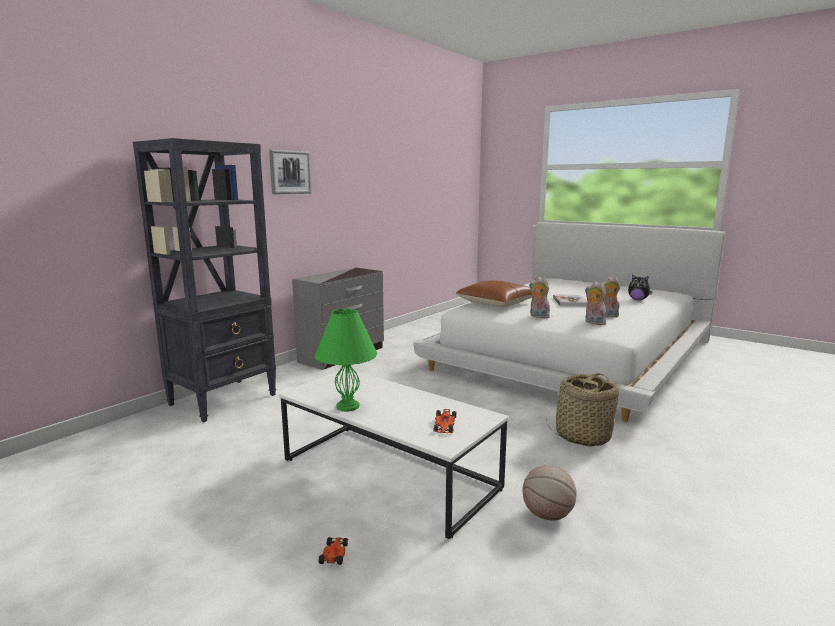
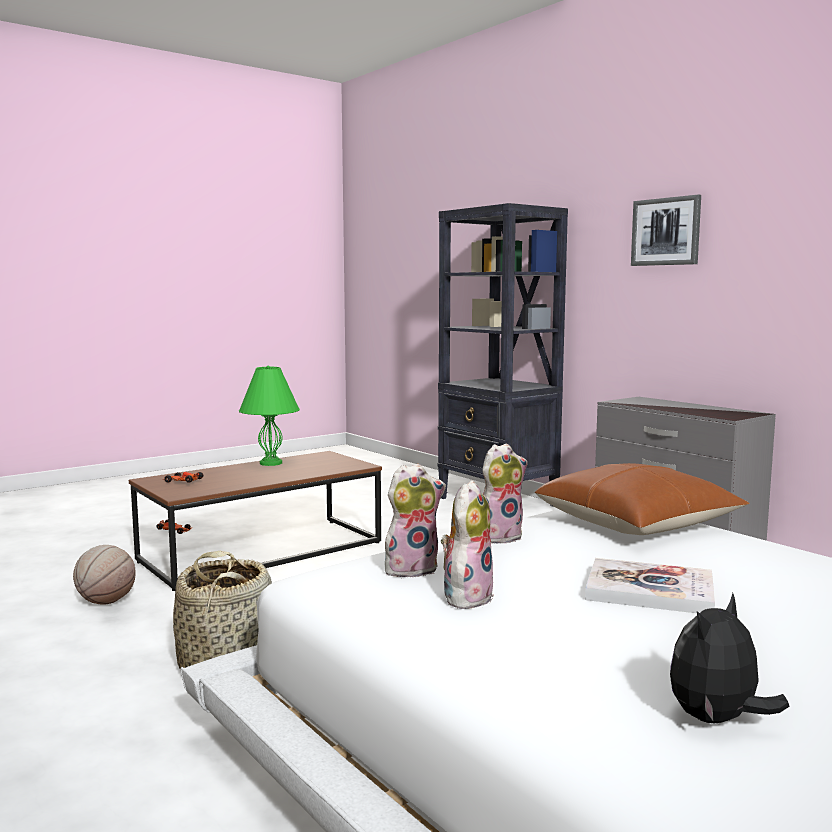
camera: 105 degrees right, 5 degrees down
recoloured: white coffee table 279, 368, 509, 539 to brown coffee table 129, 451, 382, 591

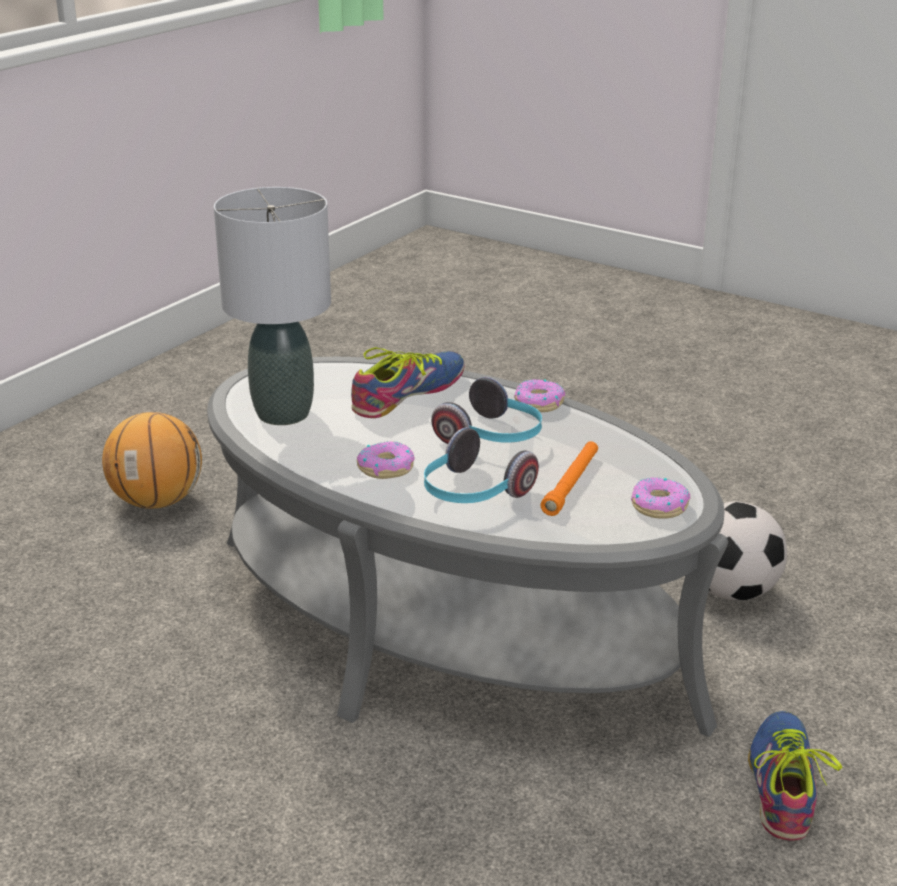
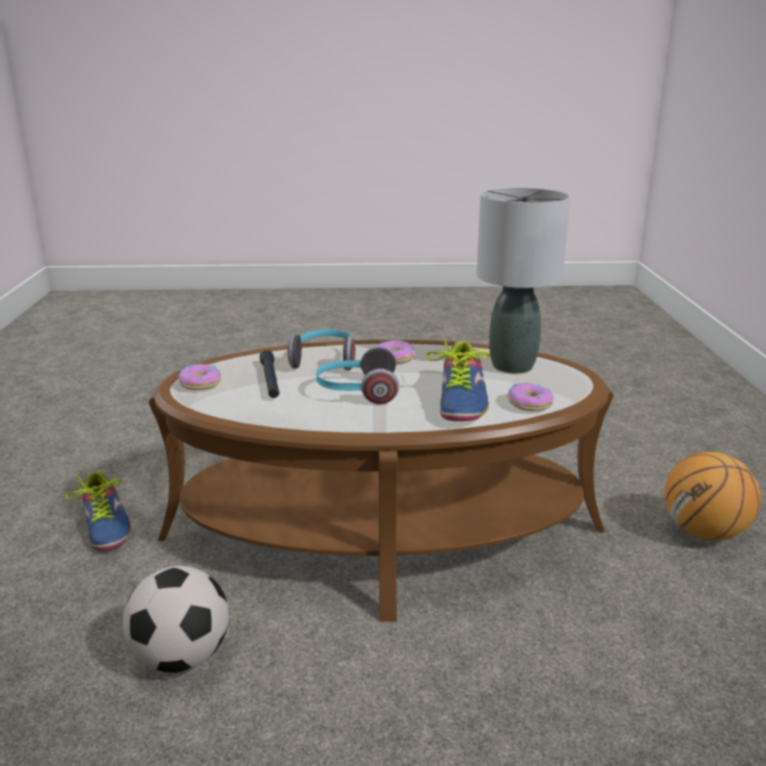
camera: 145 degrees right, 5 degrees down
moved: donut 514, 379, 565, 412 to 507, 383, 554, 411
recoloured: grey coffee table 207, 357, 728, 737 to brown coffee table 149, 340, 613, 622; orange flashlight 541, 441, 598, 516 to black flashlight 260, 350, 279, 398

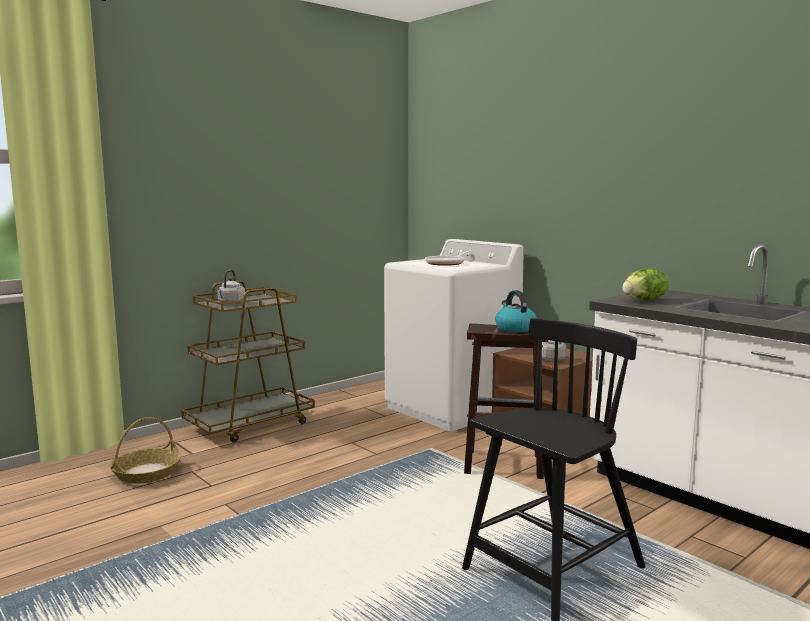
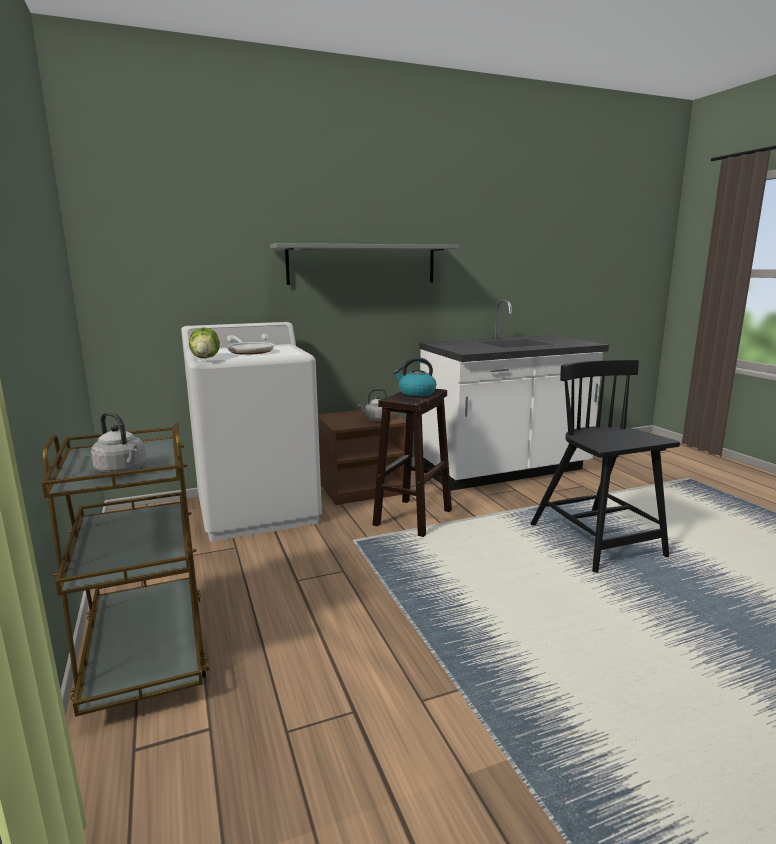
camera: 70 degrees left, 5 degrees up
removed: basket 109, 417, 181, 484
added: grey shelf 270, 243, 459, 285
moved: lettuce 622, 268, 669, 300 to 189, 327, 220, 358

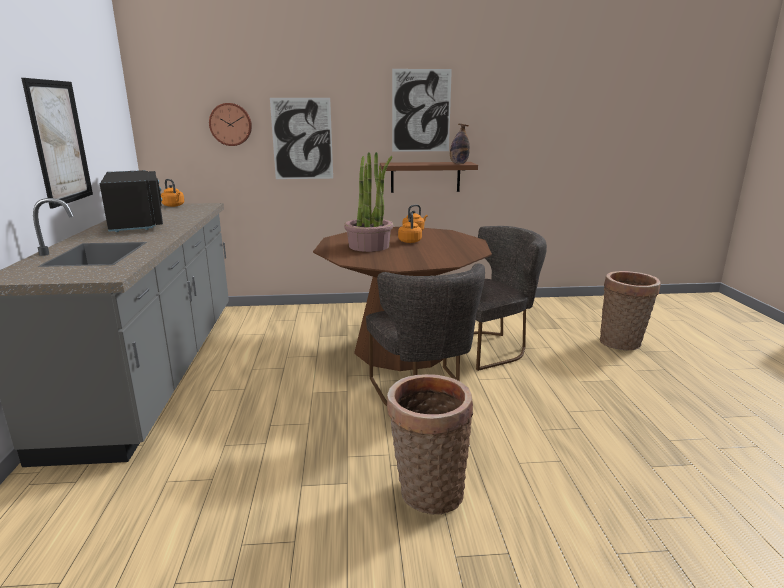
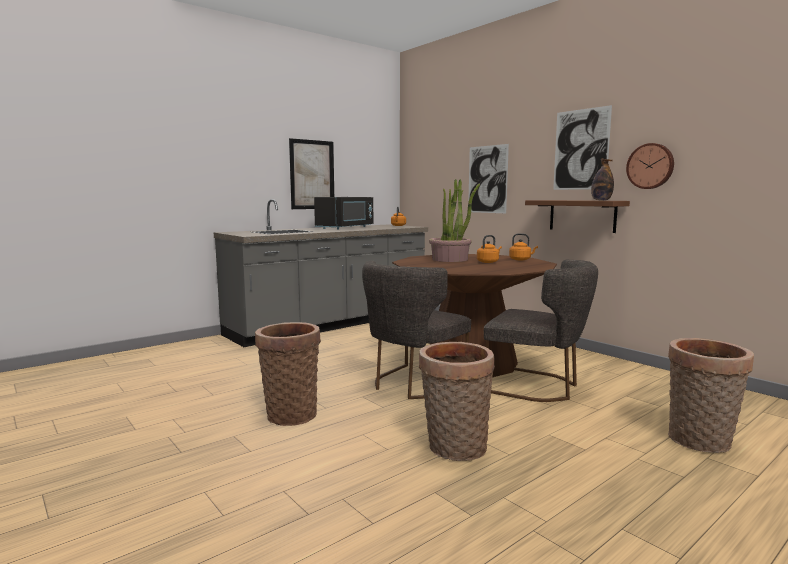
camera: 55 degrees right, 10 degrees down
added: basket 419, 342, 495, 461
moved: wall clock 209, 103, 252, 146 to 626, 143, 674, 189

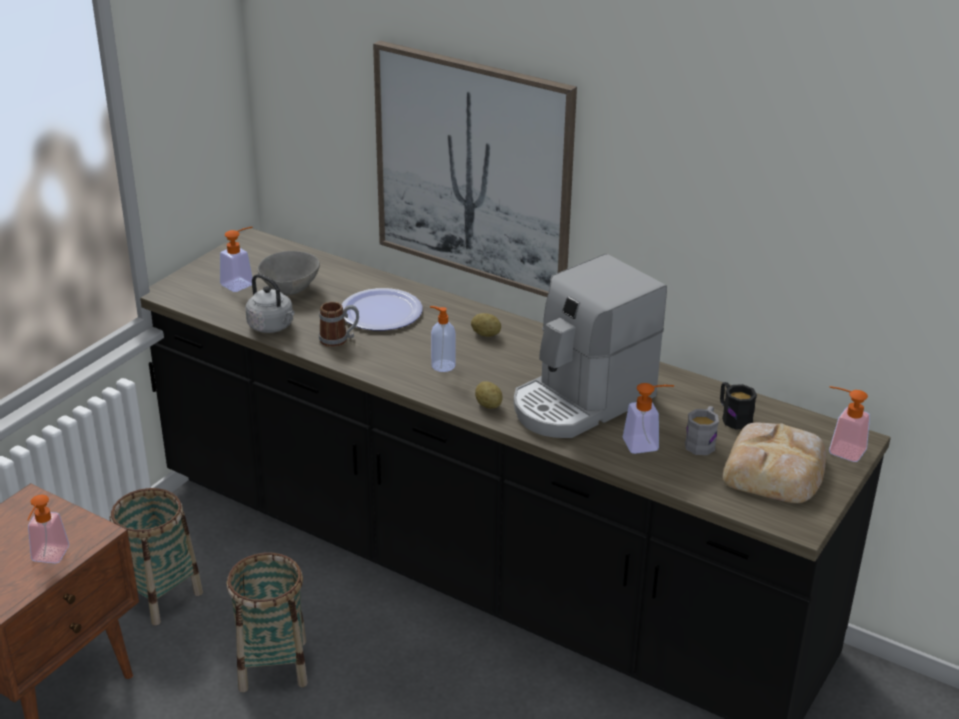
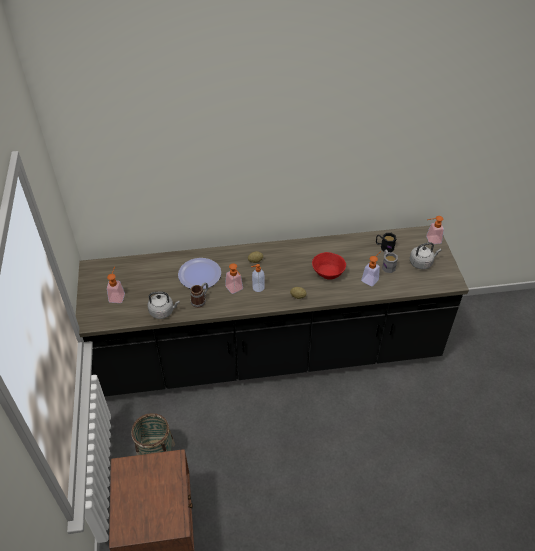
camera: 40 degrees left, 15 degrees up
removed: basket 227, 553, 308, 692; grey bowl 257, 251, 320, 295; picture 373, 41, 577, 297
moved: soap dispenser 27, 495, 69, 563 to 225, 263, 243, 294
replaced: coffee machine 514, 254, 667, 438 to red bowl 312, 252, 346, 280; bread 722, 423, 826, 503 to grey kettle 410, 242, 441, 269

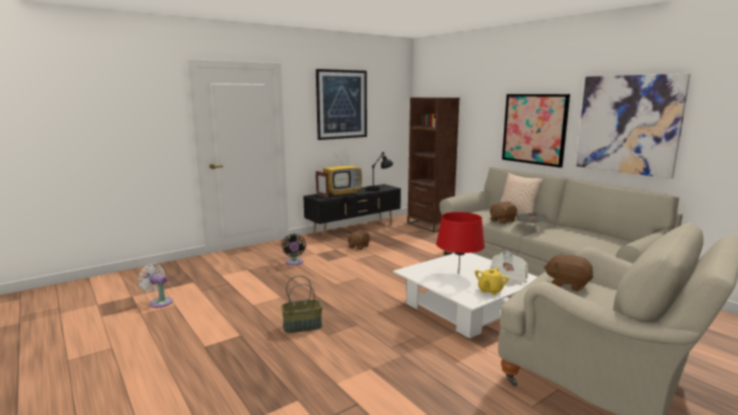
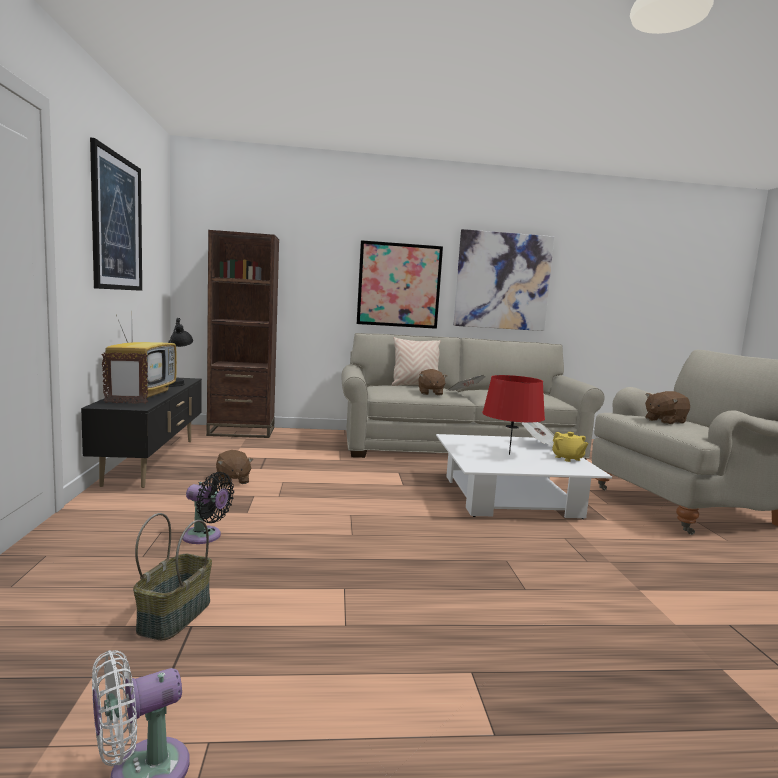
camera: 60 degrees left, 5 degrees down
moved: basket 281, 275, 322, 333 to 133, 513, 212, 640

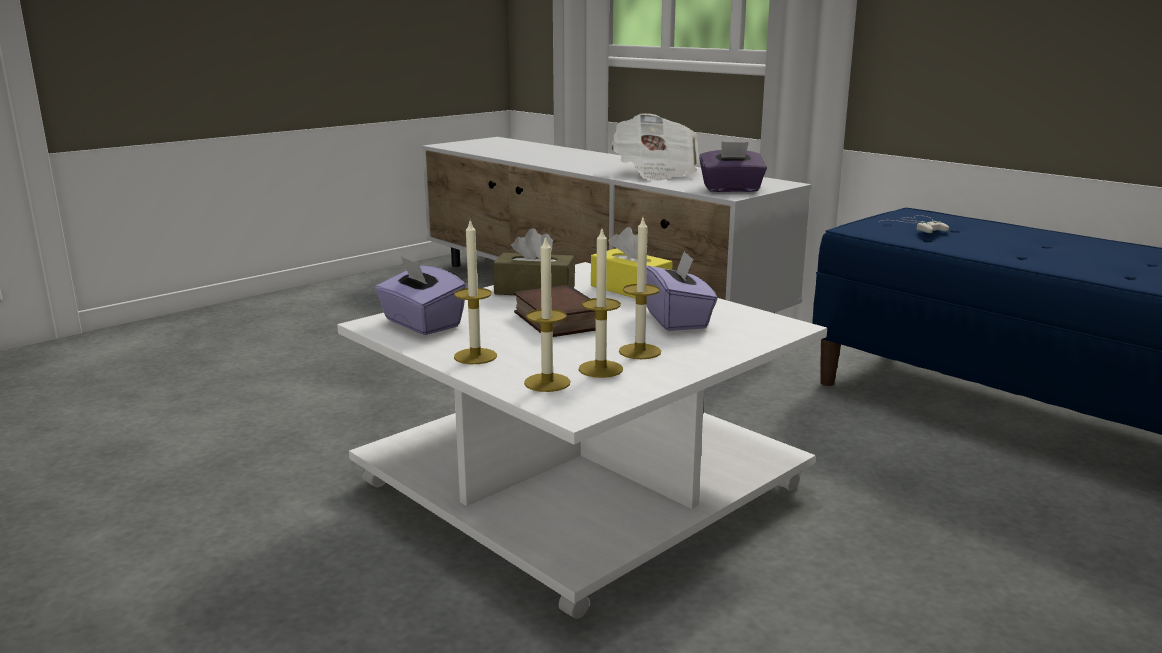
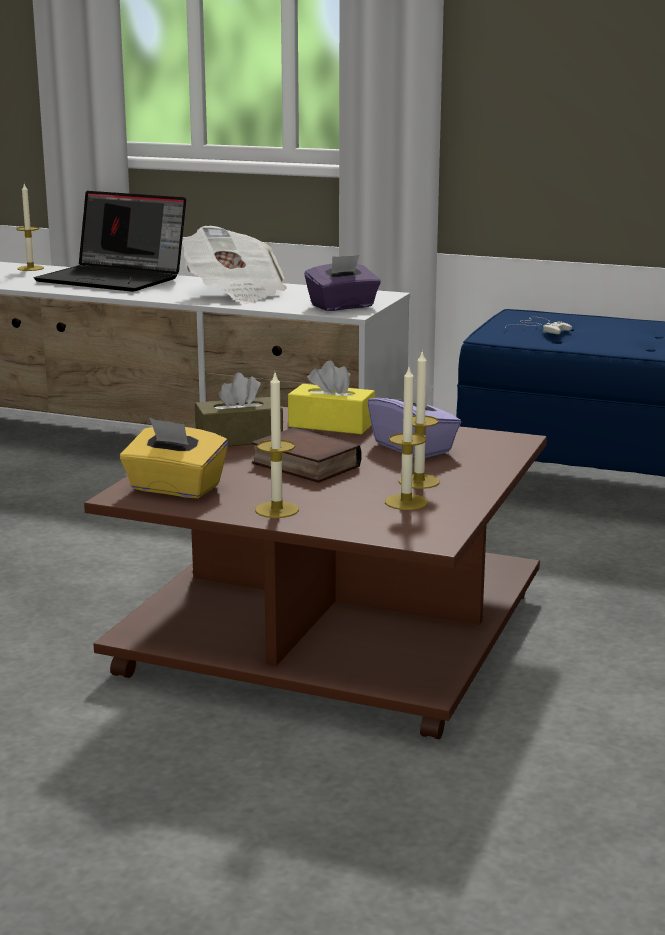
camera: 25 degrees left, 0 degrees up
added: laptop 34, 191, 186, 292
moved: candle 524, 235, 571, 392 to 16, 184, 44, 271
recoloured: white coffee table 337, 262, 827, 619 to brown coffee table 84, 407, 547, 739; purple tissue box 375, 256, 467, 335 to yellow tissue box 120, 418, 228, 498

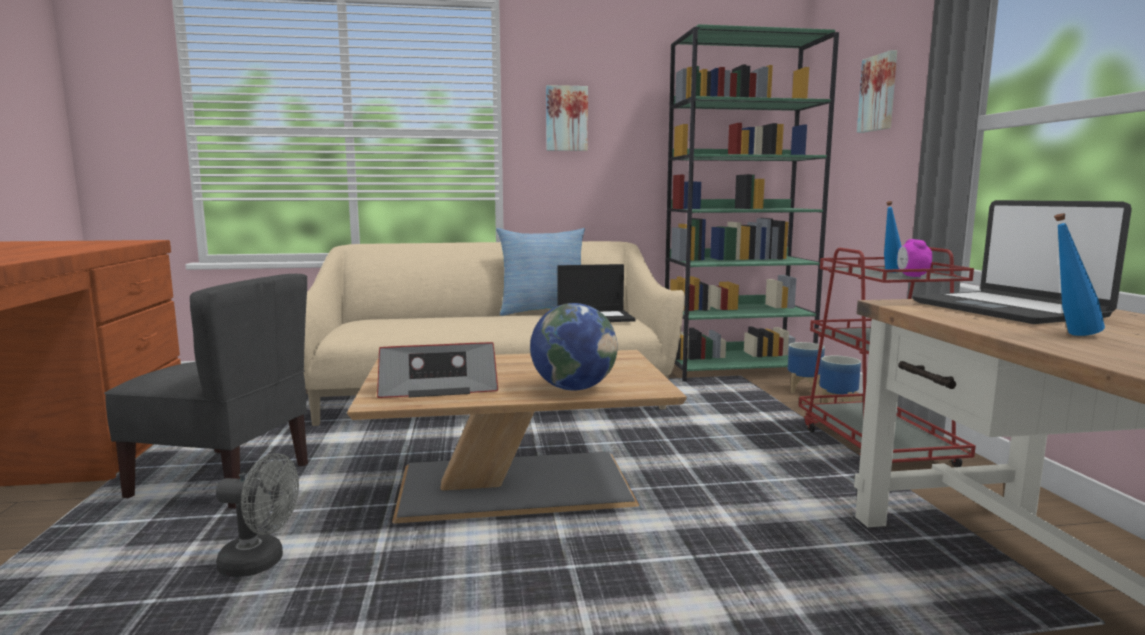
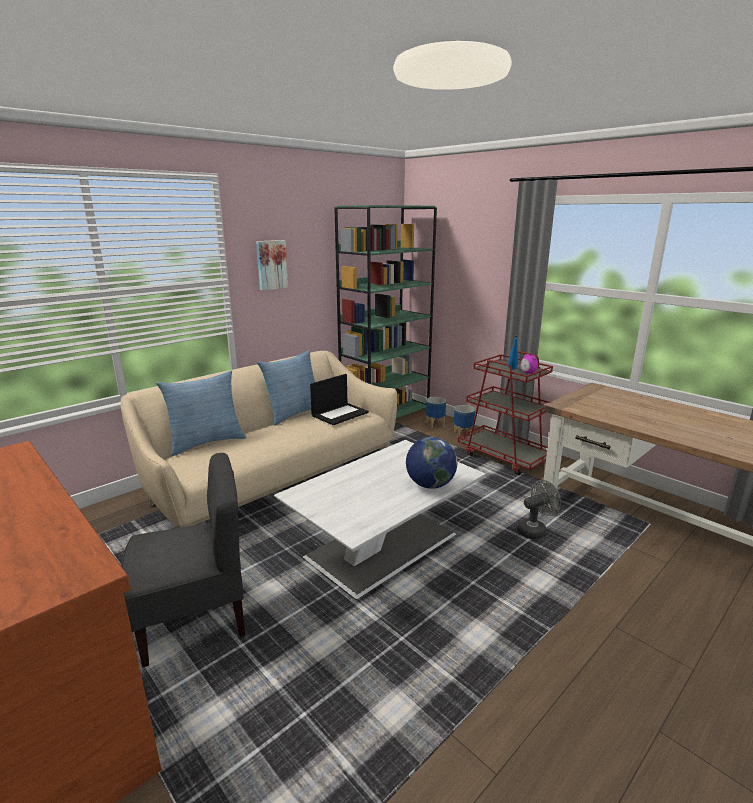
camera: 35 degrees left, 10 degrees up
removed: radio 377, 342, 498, 398; picture 857, 50, 897, 133; laptop 913, 200, 1132, 324; blue bottle 1054, 213, 1105, 336
added: pillow 156, 370, 246, 456
moved: grey fan 216, 453, 299, 577 to 517, 480, 561, 539
recoloured: brown coffee table 347, 350, 687, 523 to white coffee table 274, 440, 486, 599

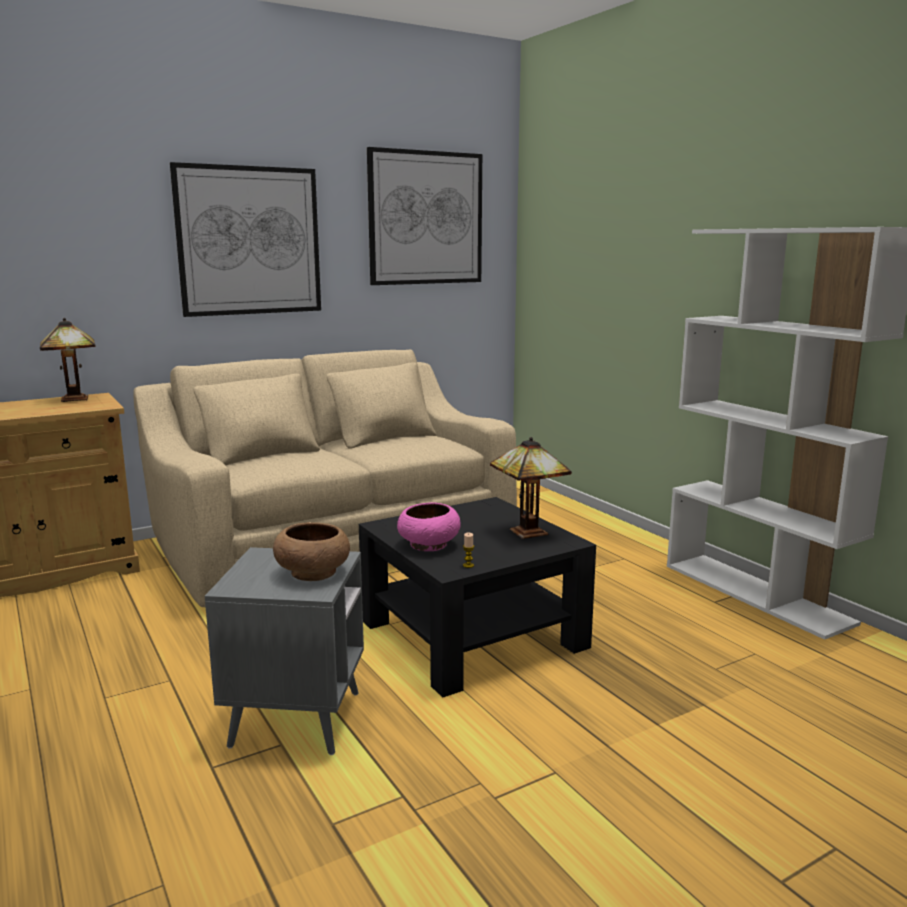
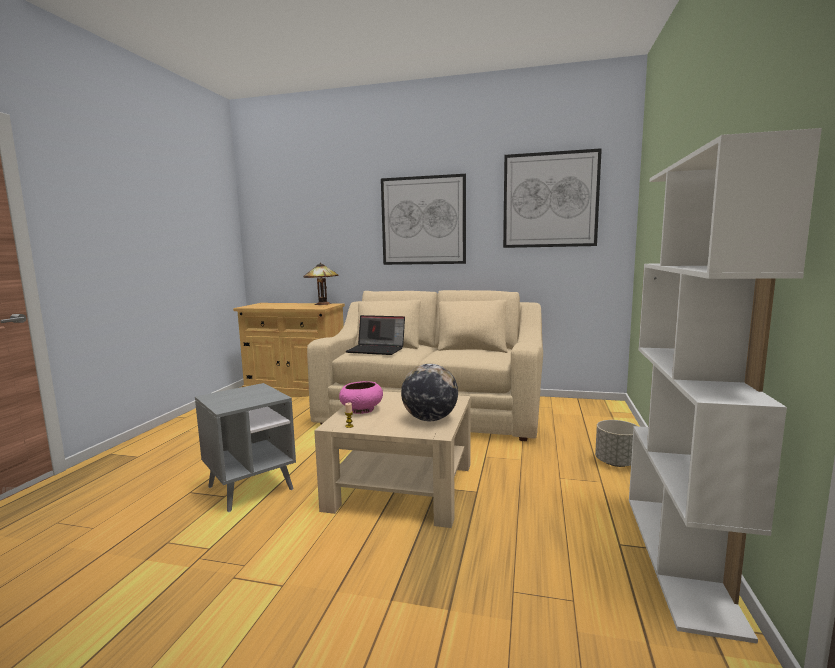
camera: 45 degrees right, 5 degrees down
removed: brown bowl 273, 522, 350, 581
added: laptop 346, 315, 405, 355; grey planter 595, 420, 637, 467
replaced: table lamp 490, 437, 572, 539 to globe 401, 364, 458, 421
recoloured: black coffee table 359, 497, 596, 698 to beige coffee table 314, 391, 470, 528

